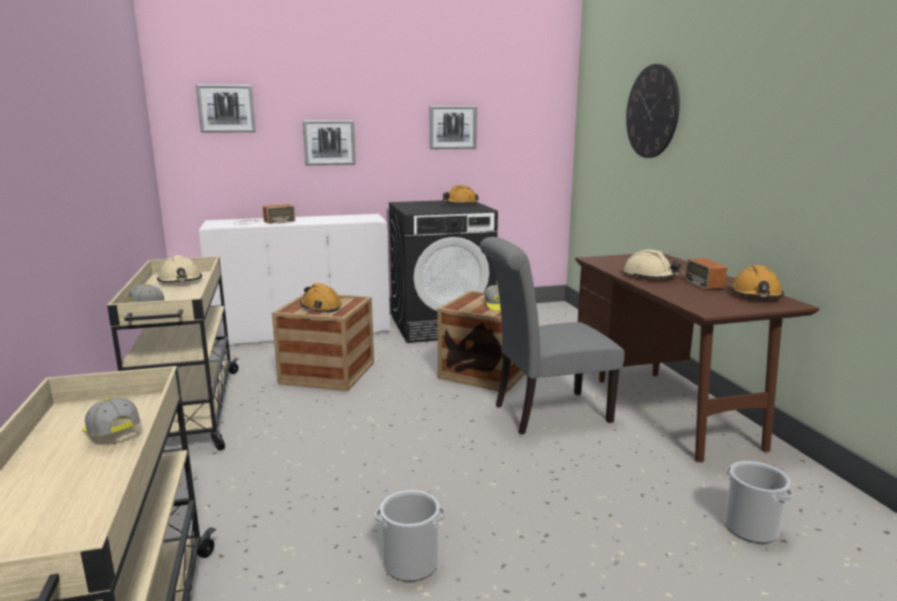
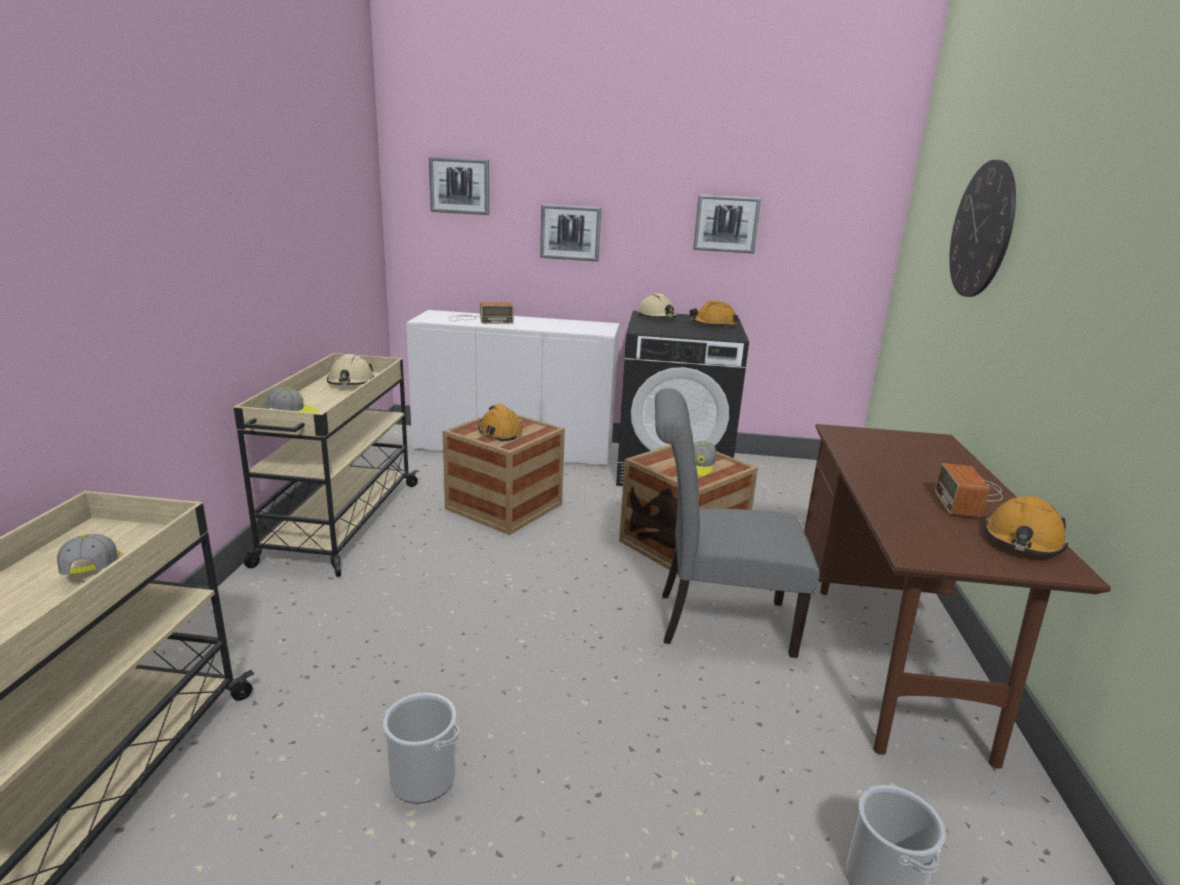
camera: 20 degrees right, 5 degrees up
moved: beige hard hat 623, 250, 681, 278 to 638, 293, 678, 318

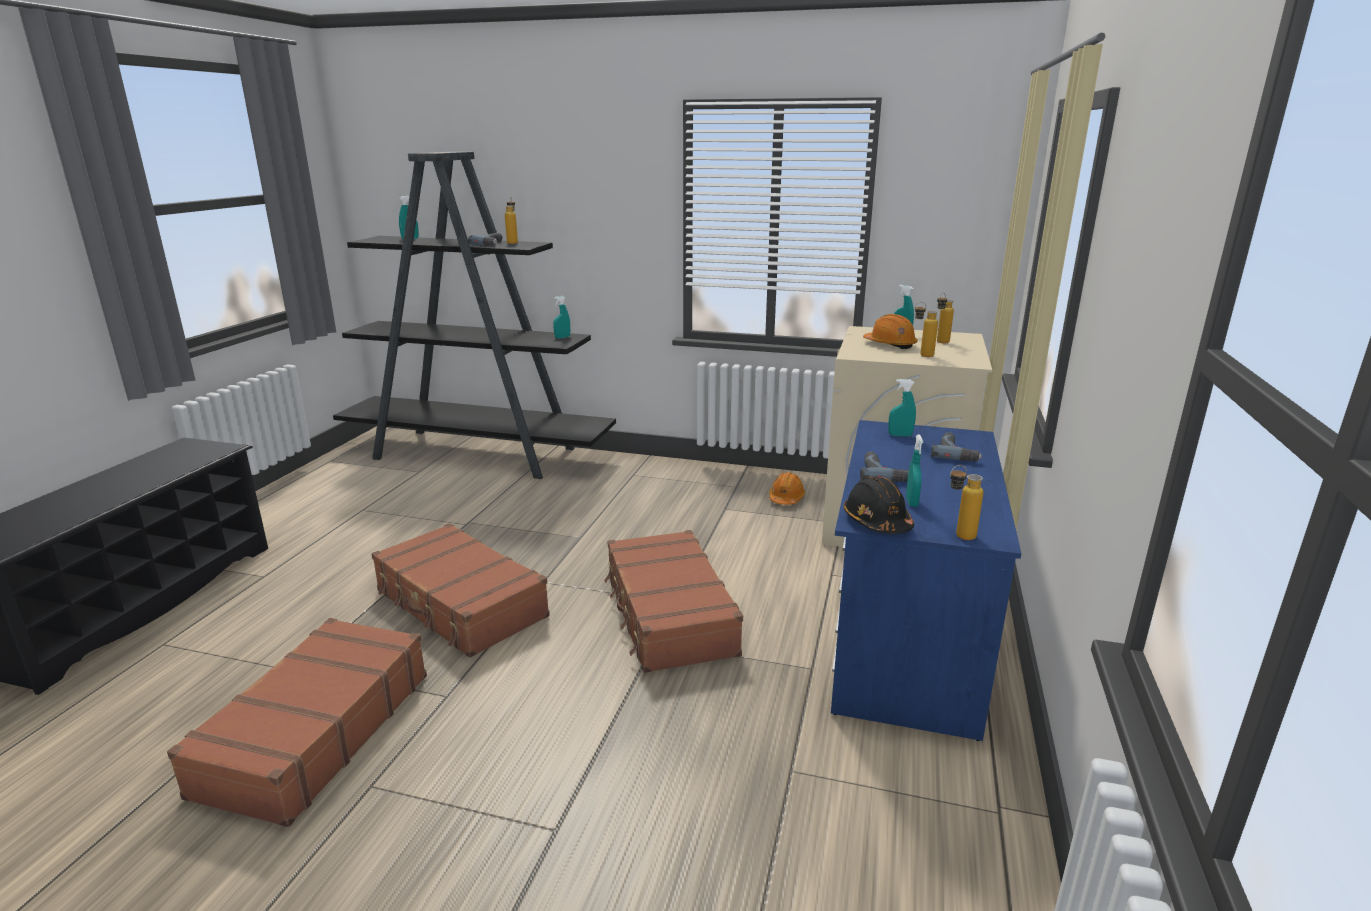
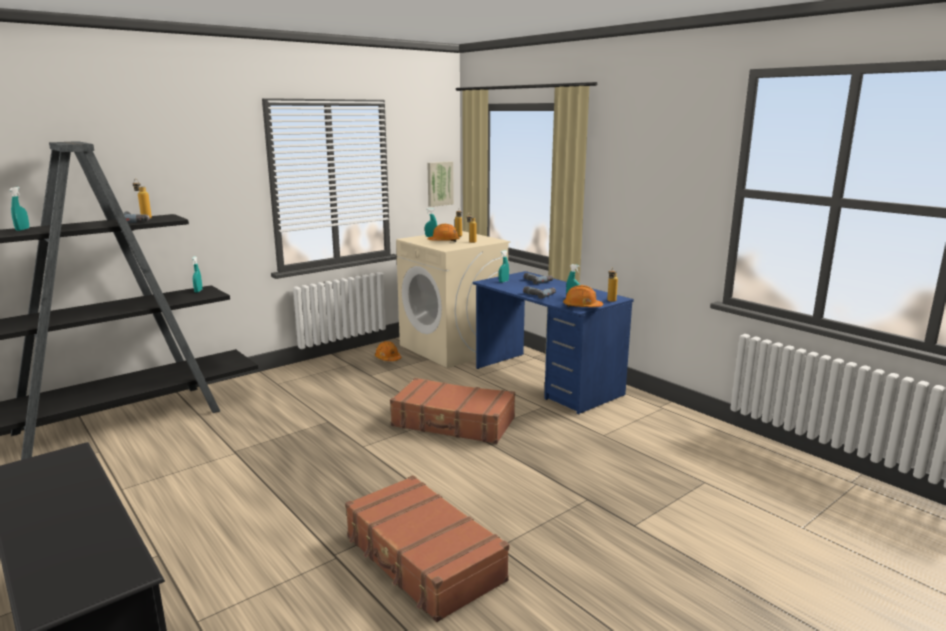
camera: 55 degrees left, 5 degrees down
removed: brown suitcase 372, 523, 550, 658
added: picture 427, 161, 454, 207
recoloured: black hard hat 844, 476, 914, 534 to orange hard hat 563, 285, 603, 307

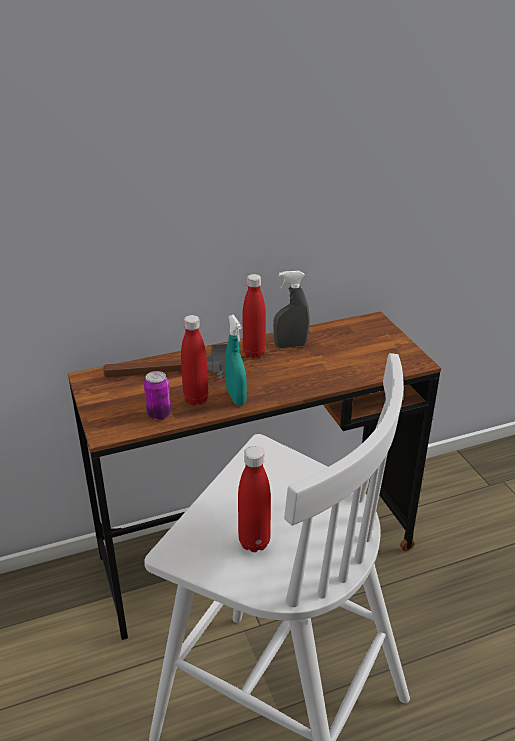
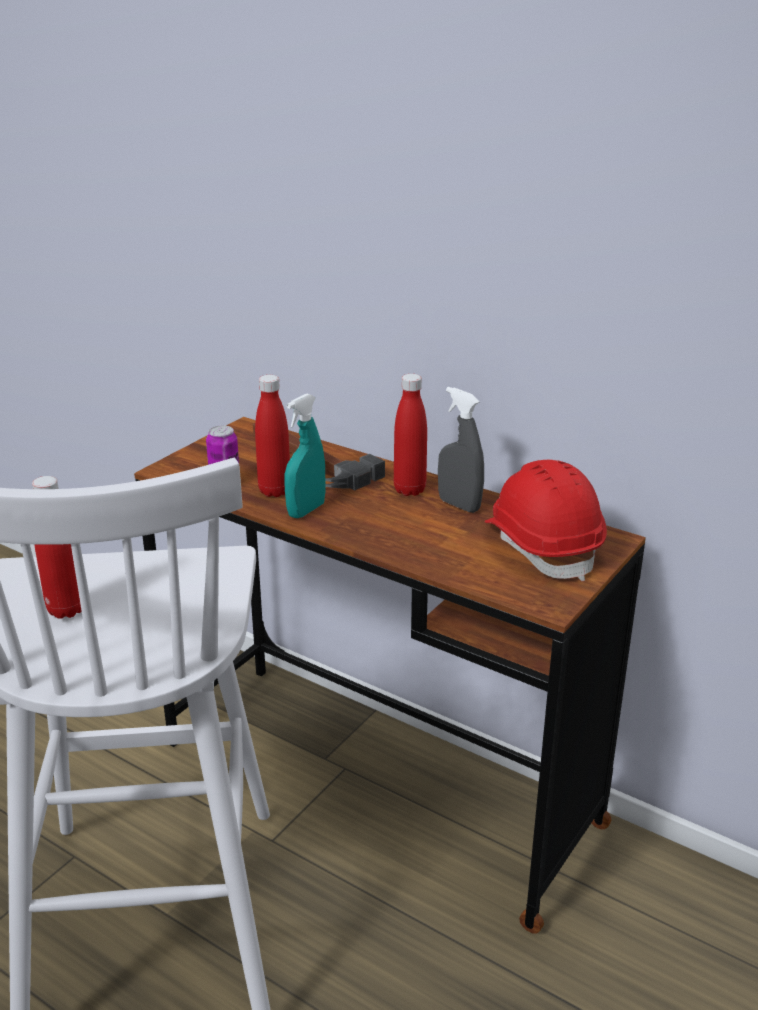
camera: 55 degrees right, 5 degrees down
added: red hard hat 485, 459, 607, 581

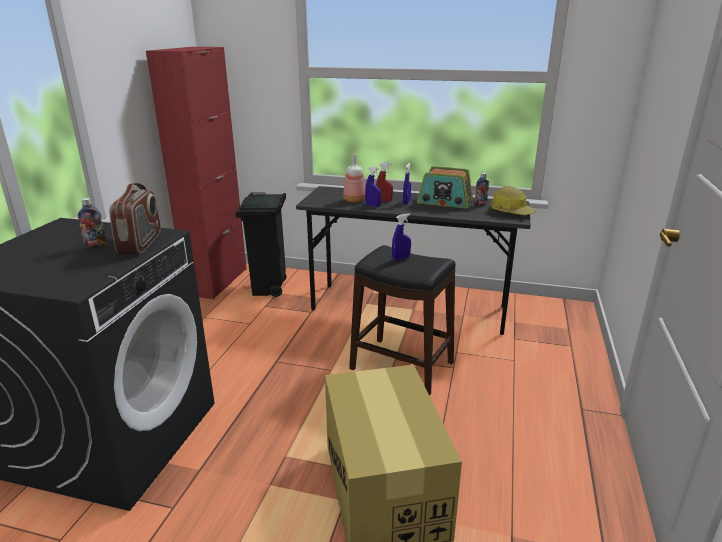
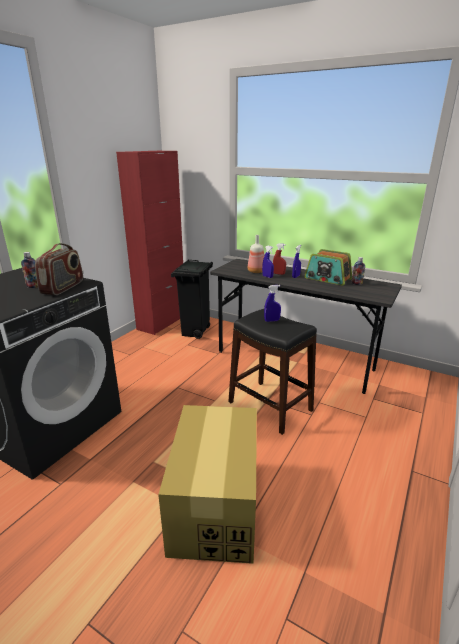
camera: 15 degrees right, 0 degrees up
removed: hard hat 490, 186, 536, 215

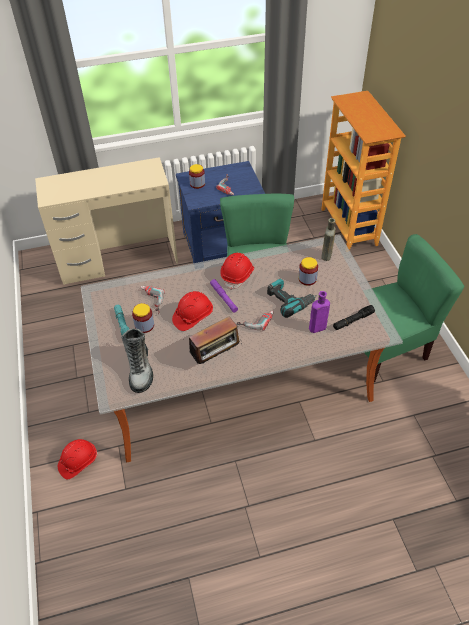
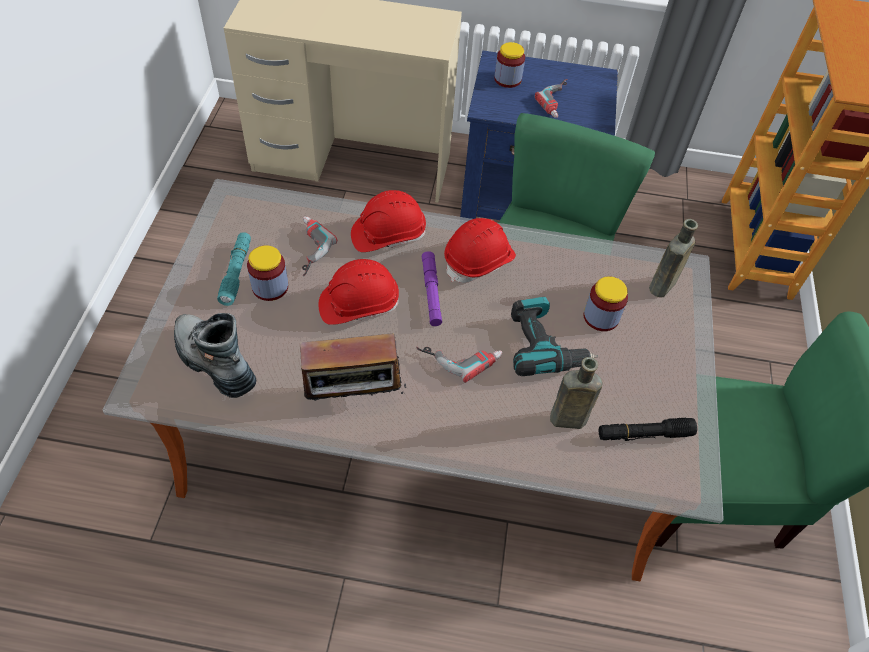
camera: 20 degrees right, 5 degrees up
moved: red hard hat 58, 439, 97, 479 to 351, 190, 426, 252
recoloured: purple bottle 309, 291, 330, 333 to brown bottle 550, 357, 602, 429
turned: boot 121, 329, 153, 393 = 174, 313, 256, 398 120 degrees clockwise

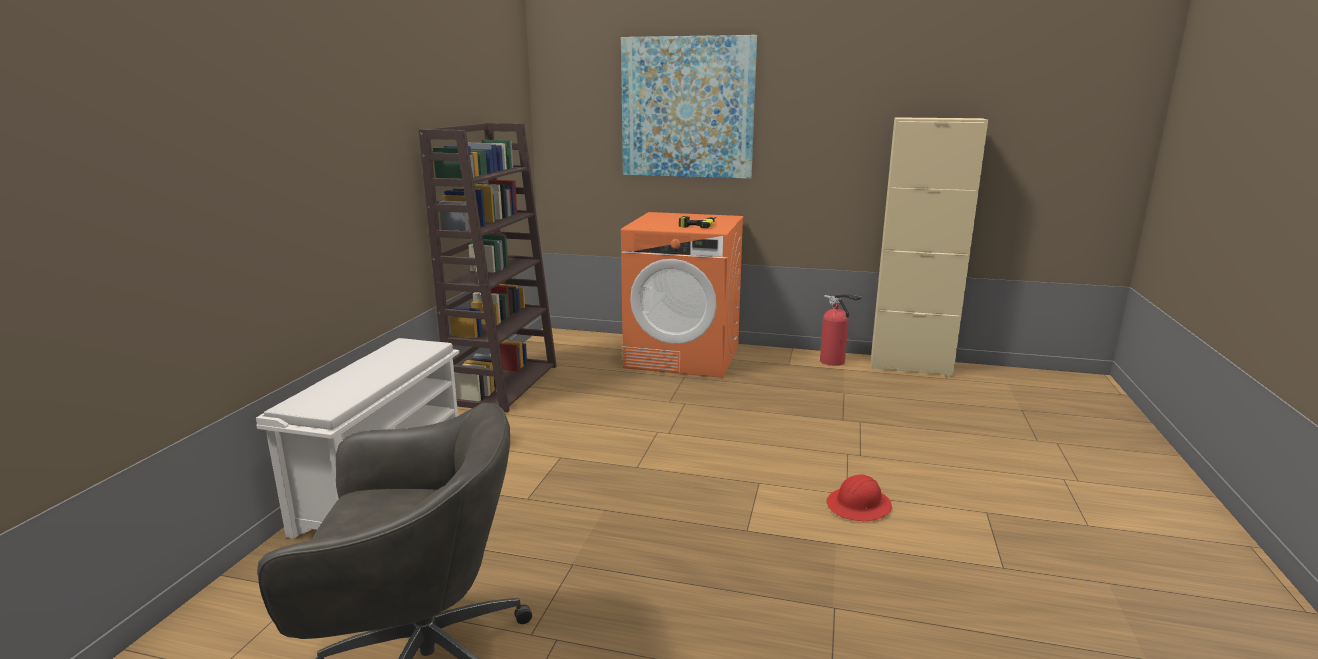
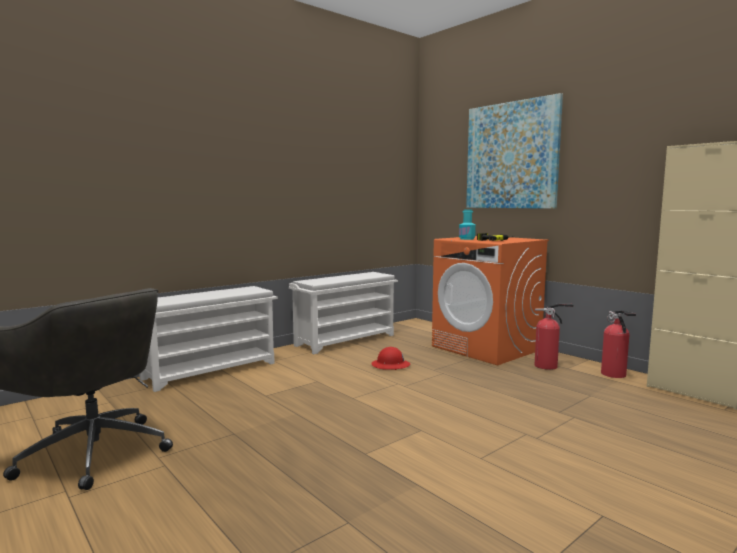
camera: 35 degrees right, 10 degrees down
added: turquoise bottle 459, 209, 476, 240; fire extinguisher 535, 303, 573, 370
moved: red hard hat 827, 474, 892, 521 to 371, 347, 410, 370
replaced: brown bookcase 419, 123, 557, 412 to white shoe rack 289, 272, 398, 354

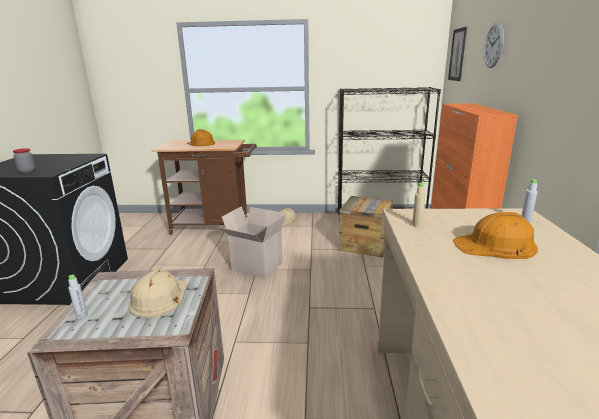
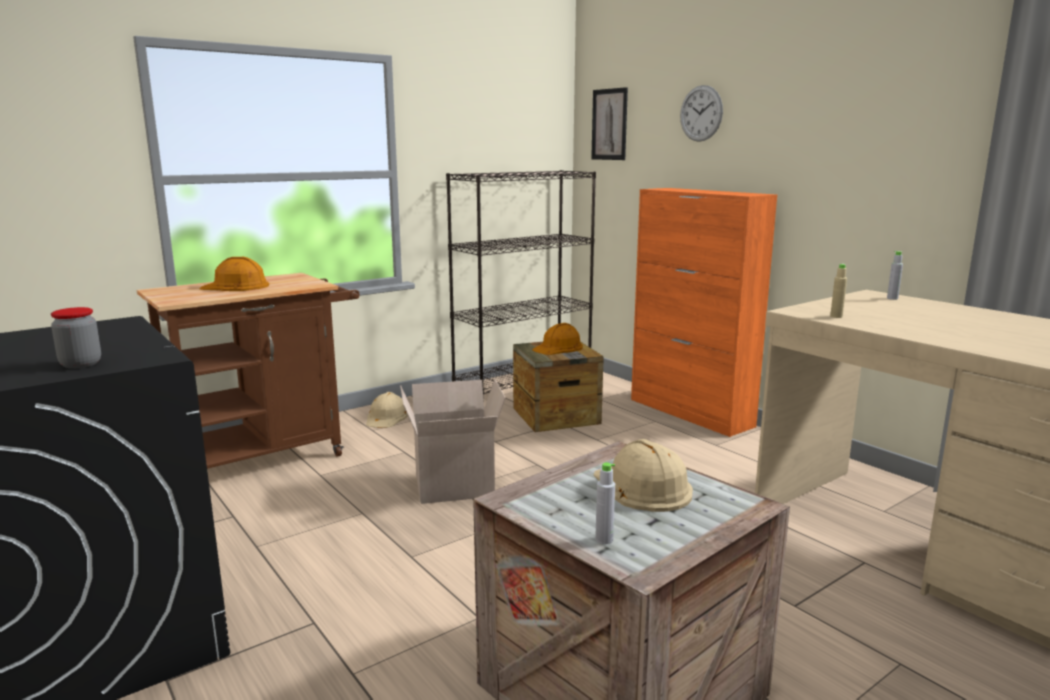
camera: 40 degrees left, 5 degrees down
moved: orange hard hat 453, 212, 538, 259 to 532, 323, 583, 355

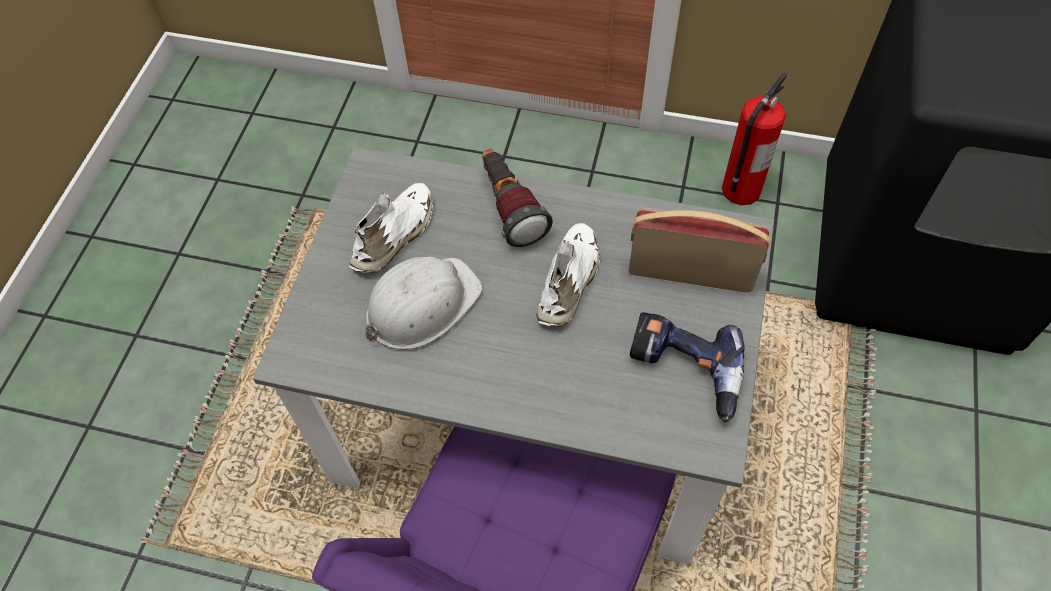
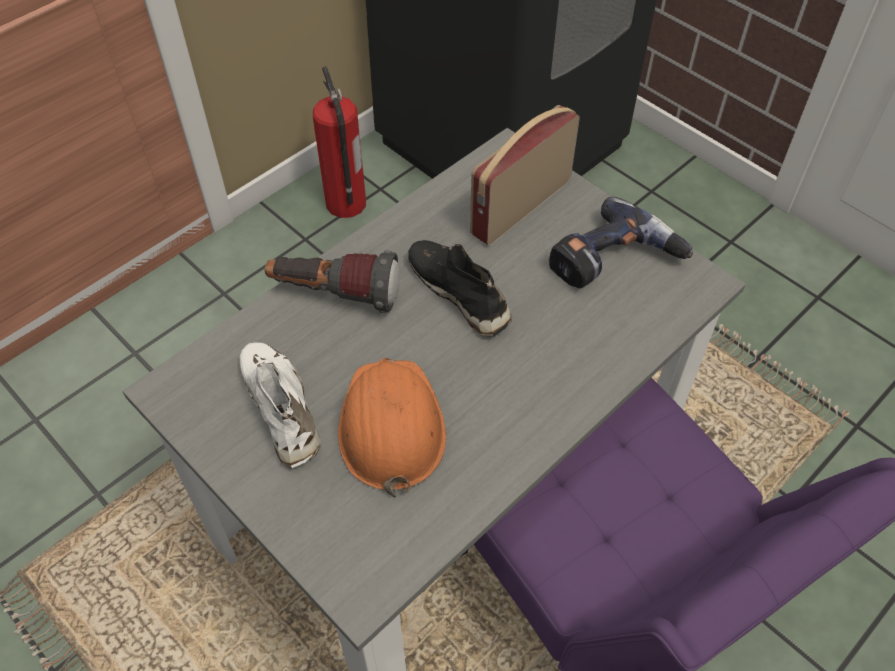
camera: 60 degrees left, 5 degrees down
recoloured: white hard hat 366, 256, 483, 350 to orange hard hat 338, 358, 446, 498; white shoe 536, 223, 600, 327 to black shoe 408, 240, 512, 337

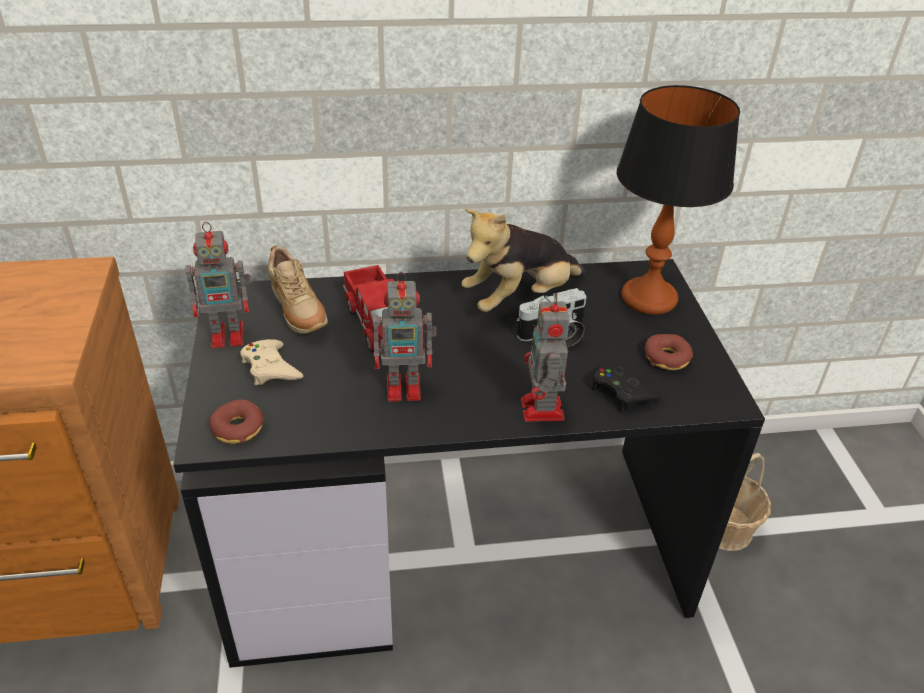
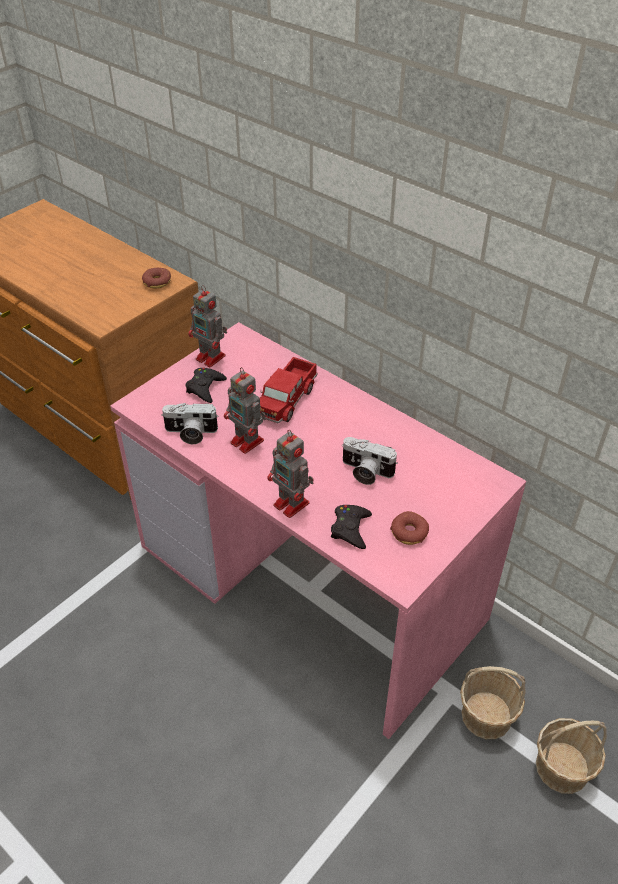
camera: 50 degrees right, 5 degrees up
removed: beige shoe 268, 245, 328, 334; plush toy 462, 209, 585, 312; table lamp 617, 85, 740, 315
added: photo camera 161, 403, 219, 444; basket 536, 718, 607, 794
moved: donut 209, 399, 264, 444 to 142, 268, 171, 288
recoloured: black desk 173, 259, 765, 668 to pink desk 110, 322, 526, 739; beige game controller 240, 339, 303, 386 to black game controller 185, 368, 227, 403
turned: toy robot 521, 293, 570, 422 = 267, 430, 314, 518 90 degrees counterclockwise

